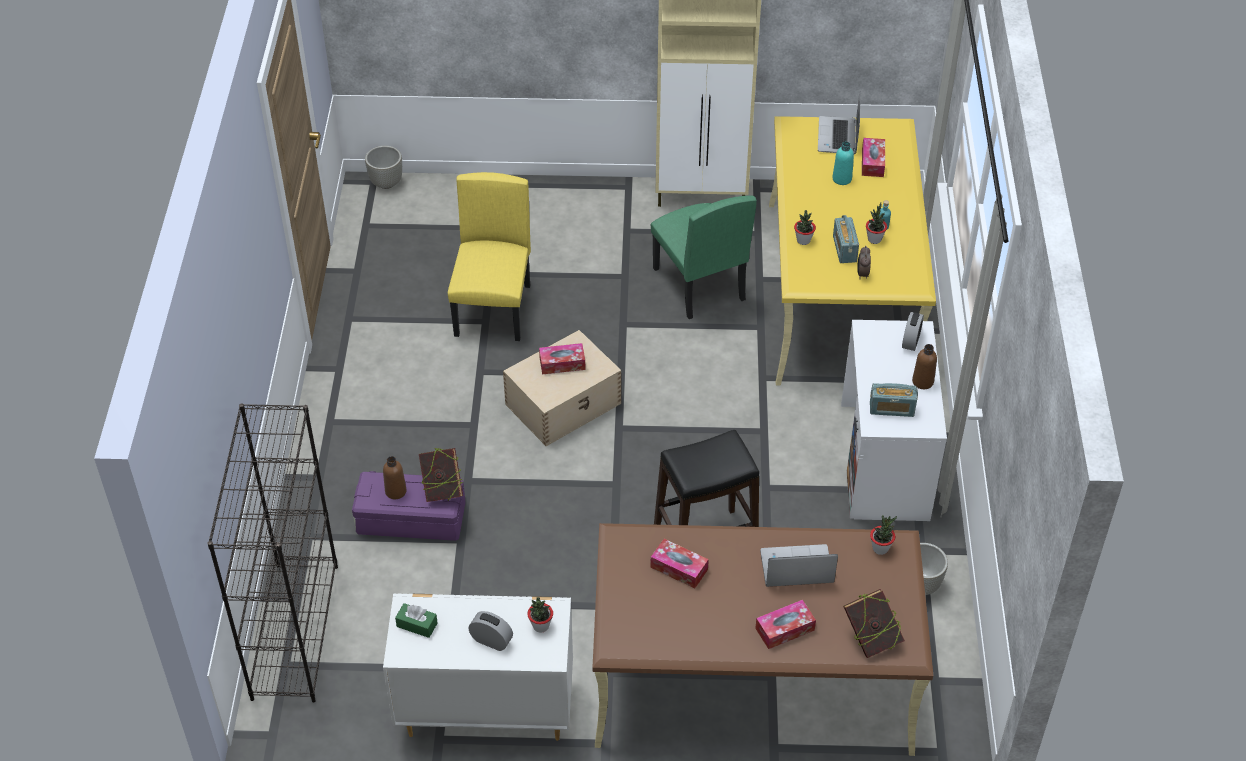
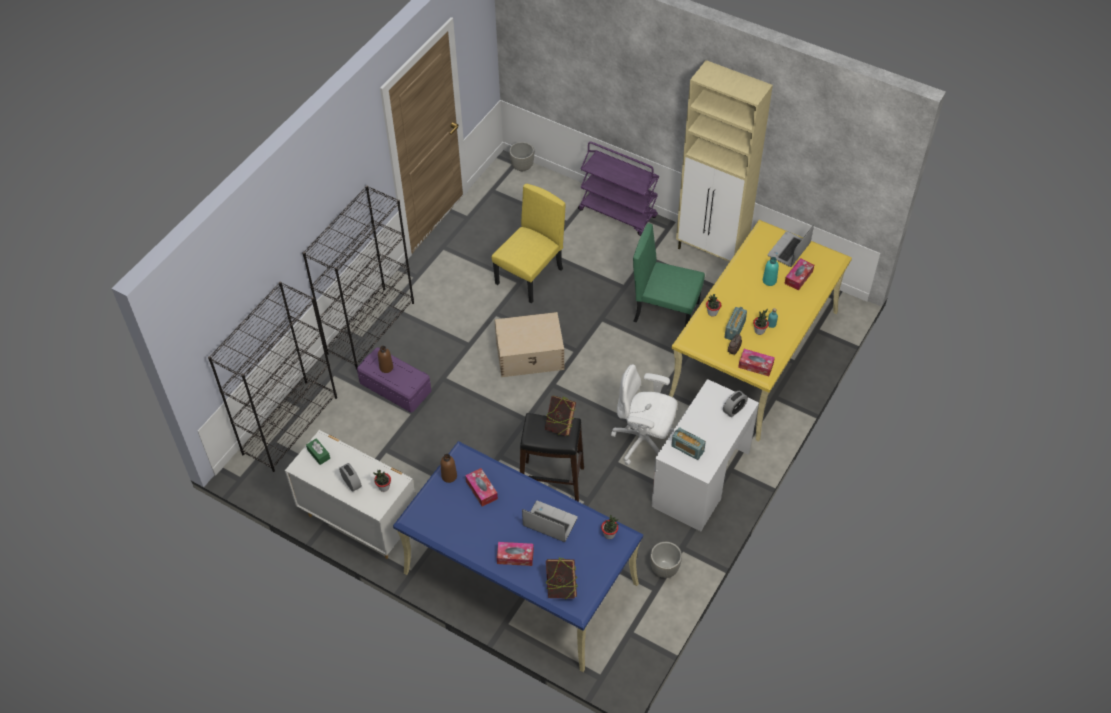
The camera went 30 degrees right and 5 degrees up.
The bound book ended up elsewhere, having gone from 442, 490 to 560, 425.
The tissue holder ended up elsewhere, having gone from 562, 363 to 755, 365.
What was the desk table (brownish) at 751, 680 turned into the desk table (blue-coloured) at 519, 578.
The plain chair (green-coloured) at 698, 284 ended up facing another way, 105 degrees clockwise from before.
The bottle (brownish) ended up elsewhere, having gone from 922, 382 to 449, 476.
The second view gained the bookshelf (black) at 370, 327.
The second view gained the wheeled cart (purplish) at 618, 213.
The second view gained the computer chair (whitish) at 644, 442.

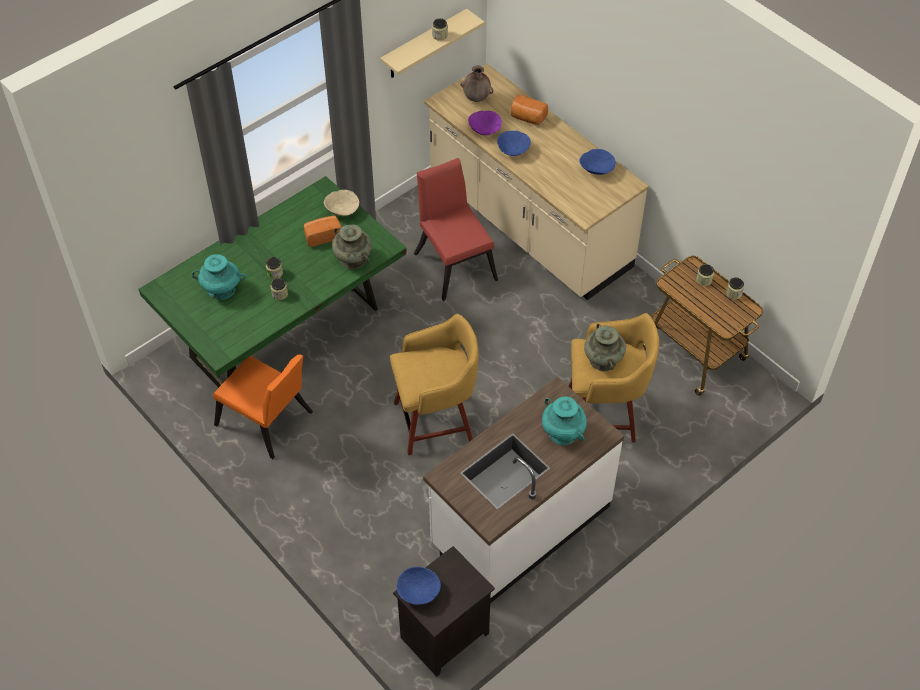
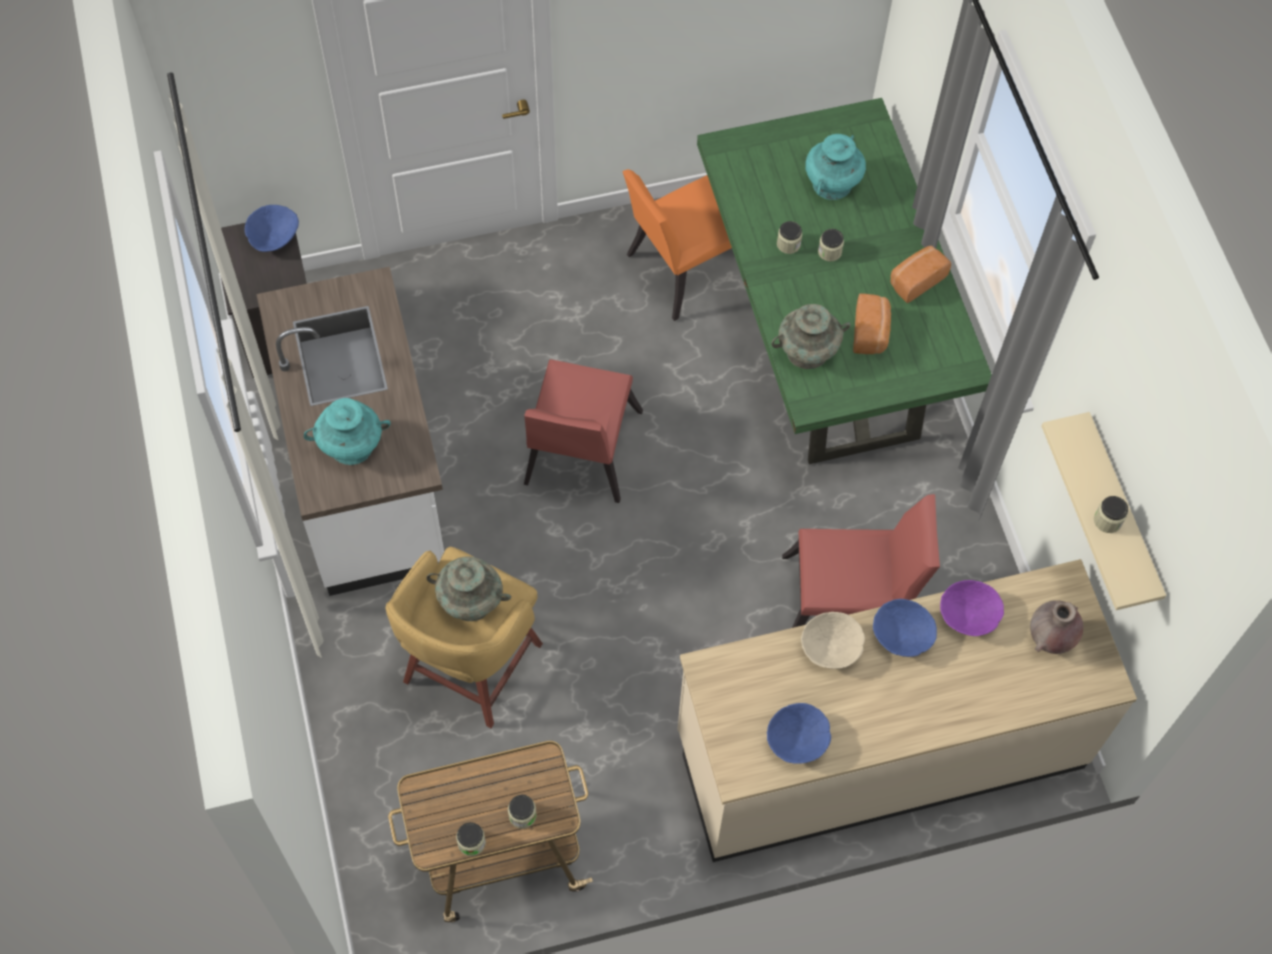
The camera went 115 degrees right and 10 degrees up.
The serving bowl (sand-coloured) ended up elsewhere, having gone from 342, 210 to 831, 647.
Where the stool (yellowish) stood at 436, 421, the plain chair (red) came to stand at 579, 454.
The bread ended up elsewhere, having gone from 527, 118 to 916, 280.

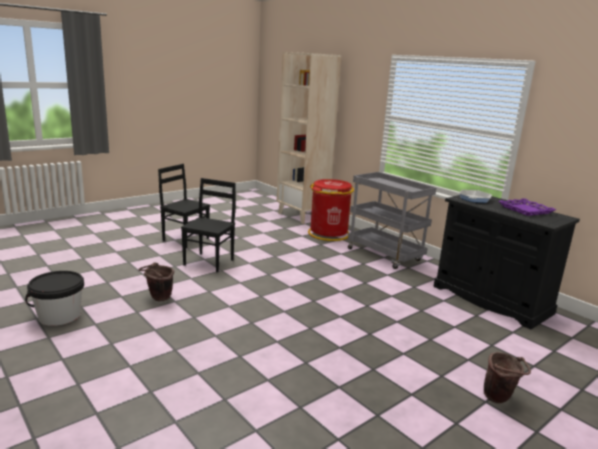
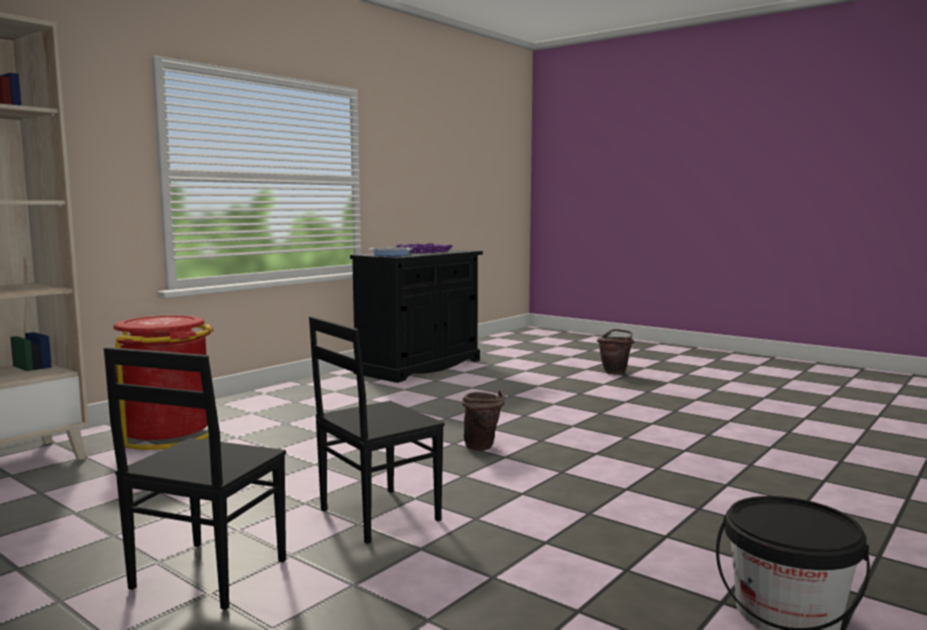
The camera went 100 degrees left and 10 degrees down.
The pail (brownish) ended up elsewhere, having gone from 158, 299 to 483, 448.
The plain chair (black) at 209, 262 ended up facing another way, 45 degrees counterclockwise from before.
The second view lost the wheeled cart (greyish) at 385, 255.

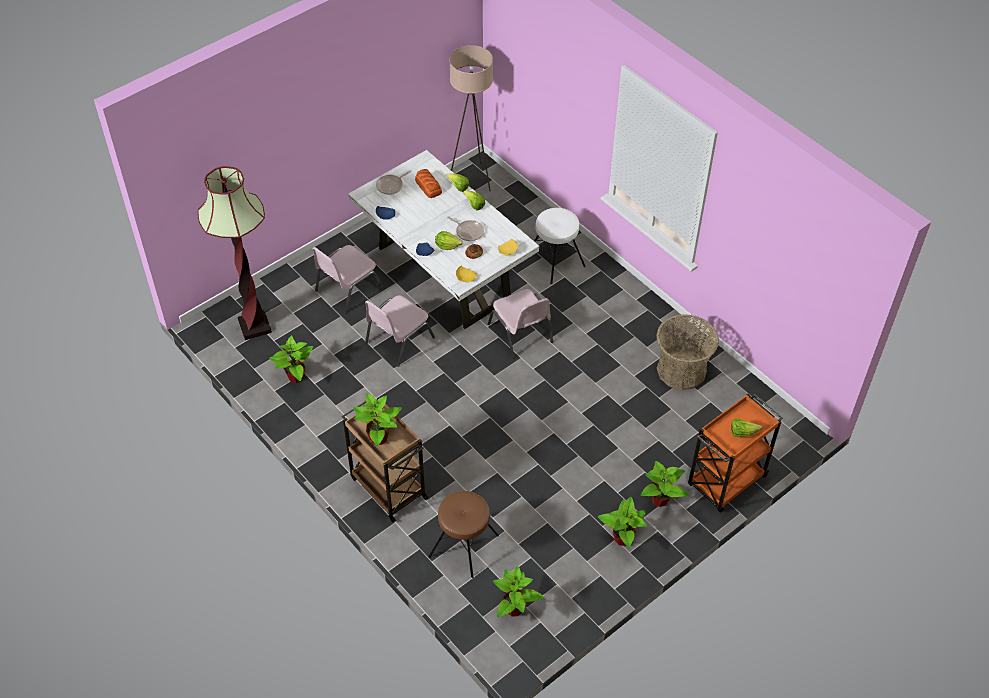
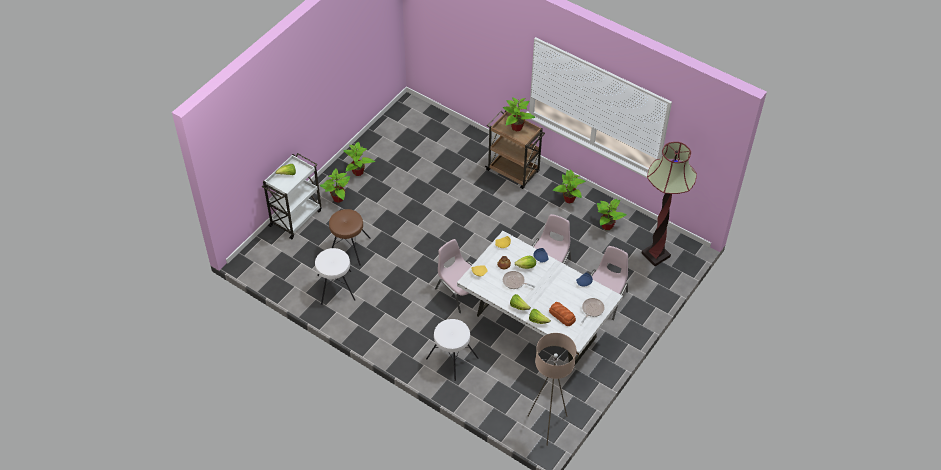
The camera went 165 degrees right and 0 degrees up.
The stool (brownish) ended up elsewhere, having gone from 464, 546 to 348, 248.
The potted plant ended up elsewhere, having gone from 514, 609 to 569, 199.
Where the household basket stood at 681, 370, the stool (whitish) came to stand at 335, 287.
What was the wheeled cart (orange-coloured) at 725, 482 turned into the wheeled cart (whitish) at 296, 217.

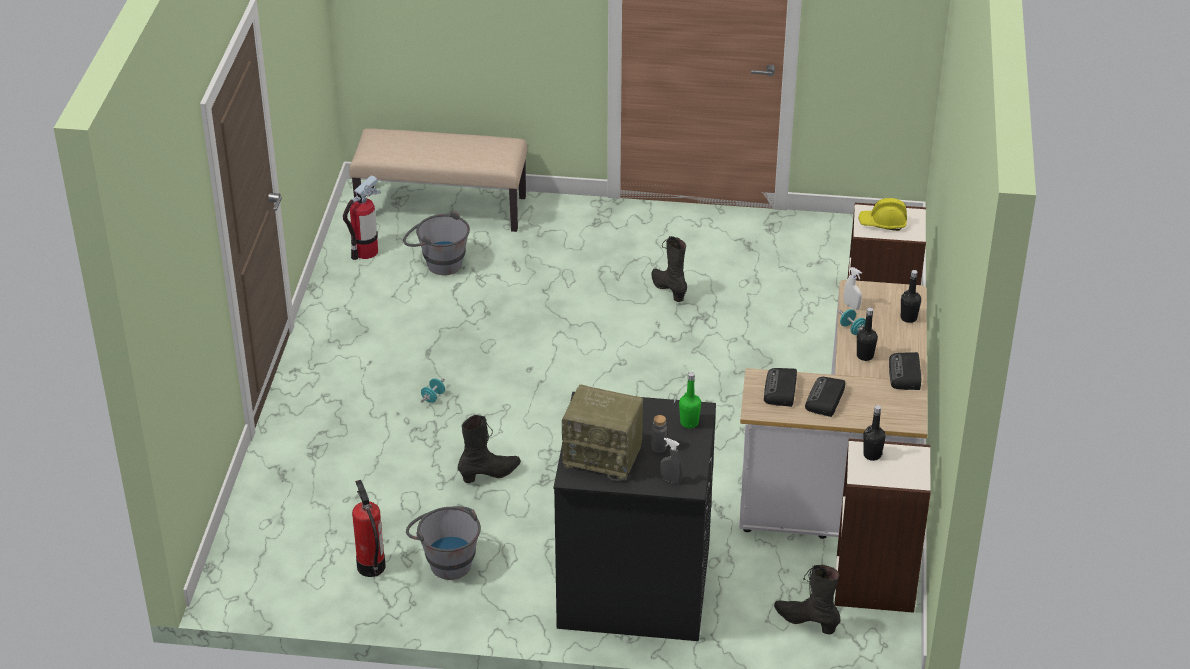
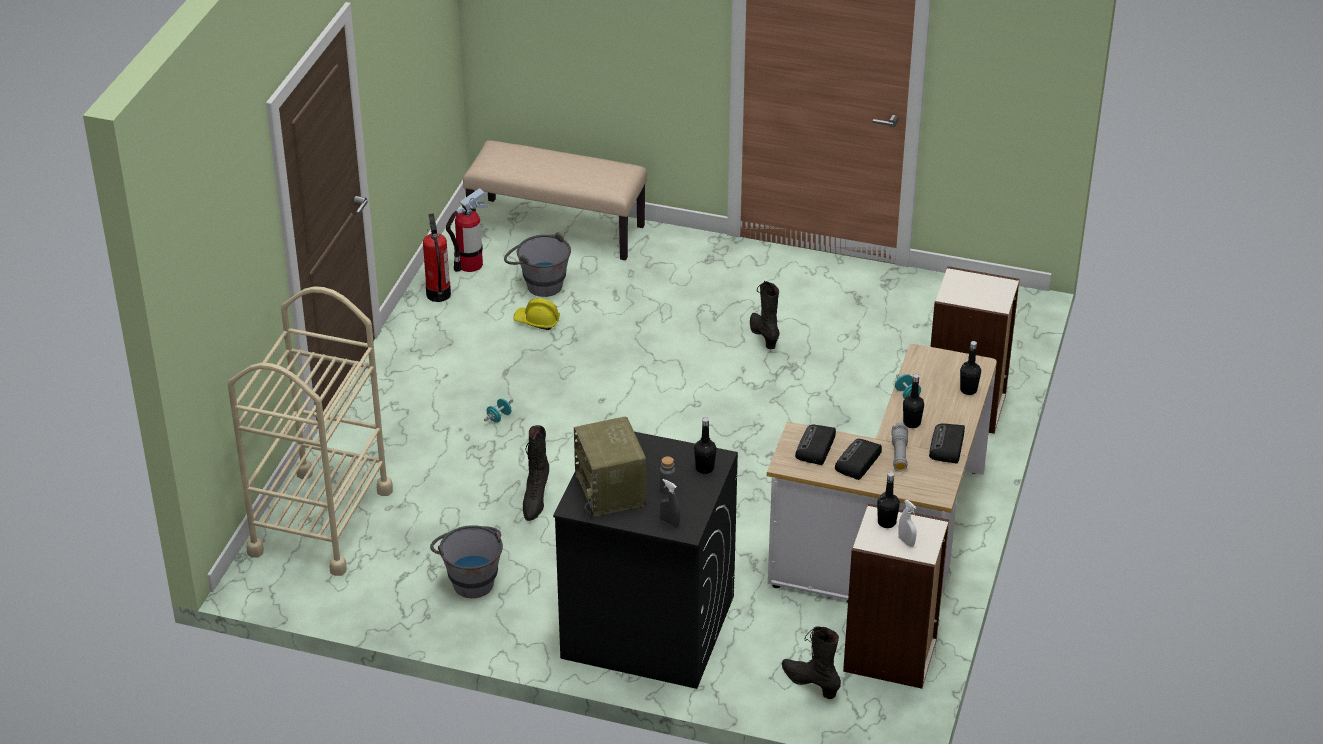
The camera went 10 degrees right and 0 degrees up.
The extinguisher ended up elsewhere, having gone from 371, 567 to 438, 294.
The high-top boot (black) at 490, 474 ended up facing another way, 120 degrees clockwise from before.
The radio set at 604, 456 ended up facing another way, 45 degrees clockwise from before.
What was the bottle (green-coloured) at 689, 422 turned into the bottle (black) at 704, 468.
The spray bottle (whitish) ended up elsewhere, having gone from 851, 306 to 906, 541.
The work helmet (yellowish) ended up elsewhere, having gone from 883, 223 to 537, 321.
The second view gained the wheeled cart (sand-coloured) at 320, 521.
The second view gained the flashlight (greyish) at 899, 453.

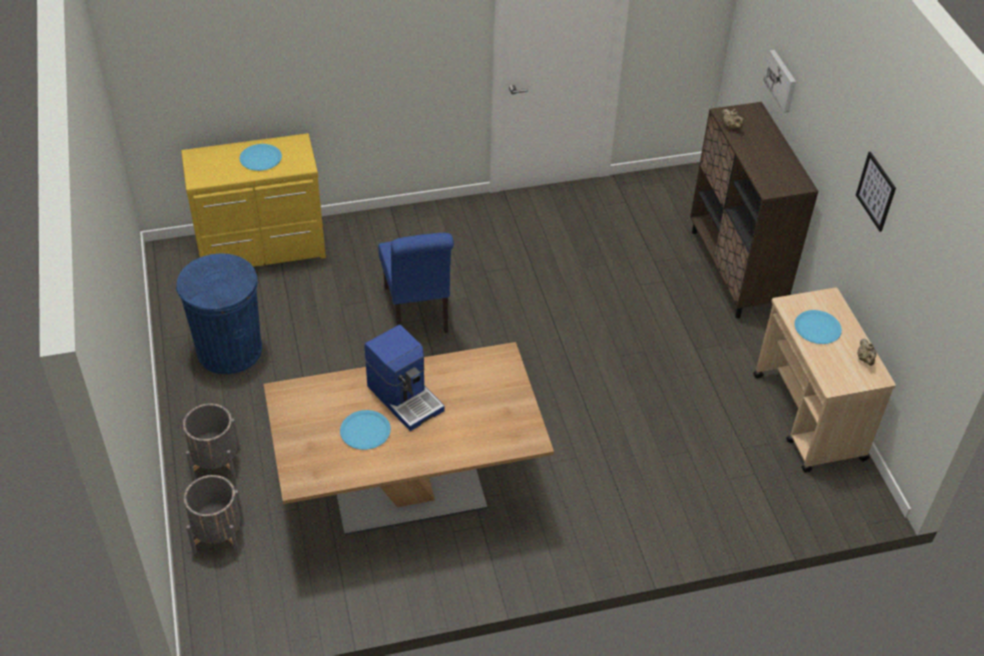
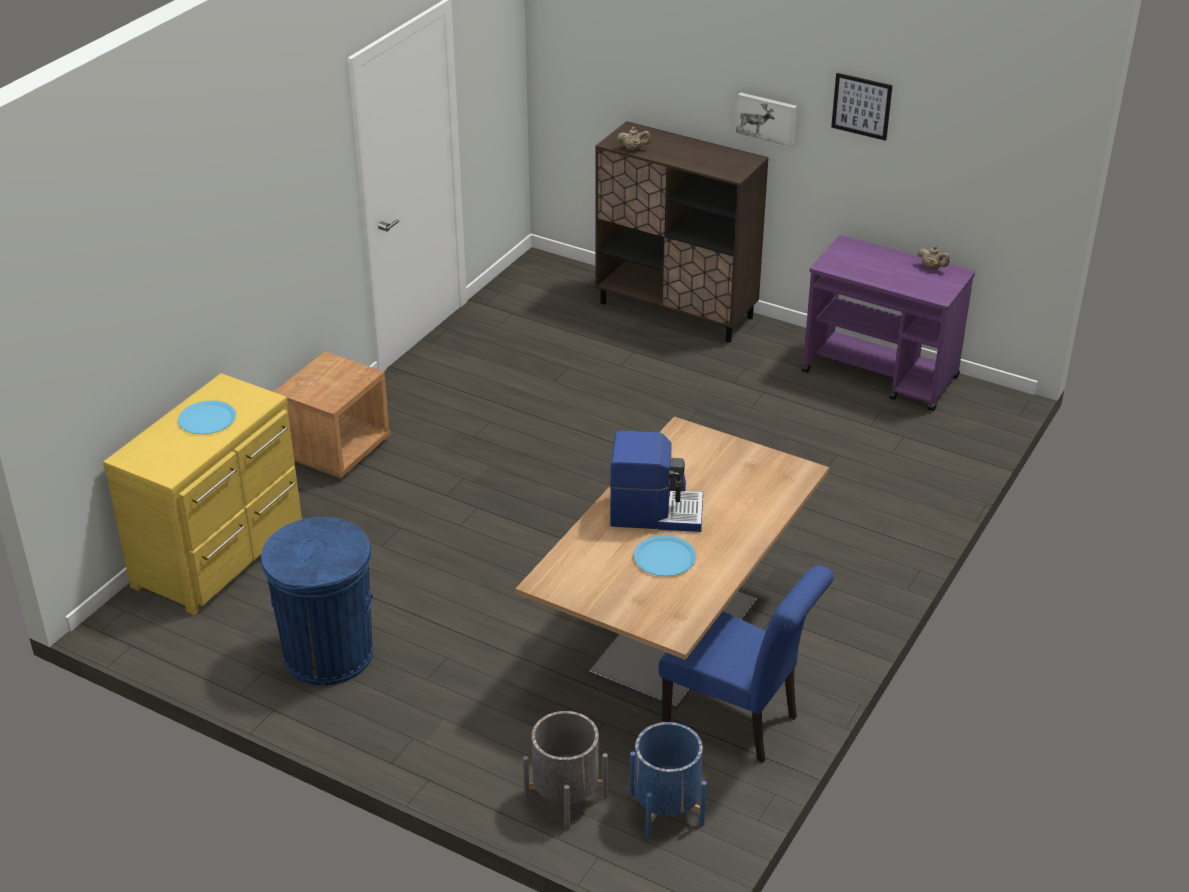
The camera went 45 degrees left and 10 degrees down.
The second view lost the flower pot (greyish) at 216, 462.
The plain chair (blue-coloured) ended up elsewhere, having gone from 418, 313 to 738, 721.
What was the wheeled cart (sand-coloured) at 809, 417 turned into the wheeled cart (purplish) at 881, 375.
The wall picture ended up elsewhere, having gone from 781, 80 to 767, 118.
The second view lost the dinner plate (blue-coloured) at 817, 328.
The second view gained the bedside table (brownish) at 336, 449.
The second view gained the flower pot (blue-coloured) at 666, 809.

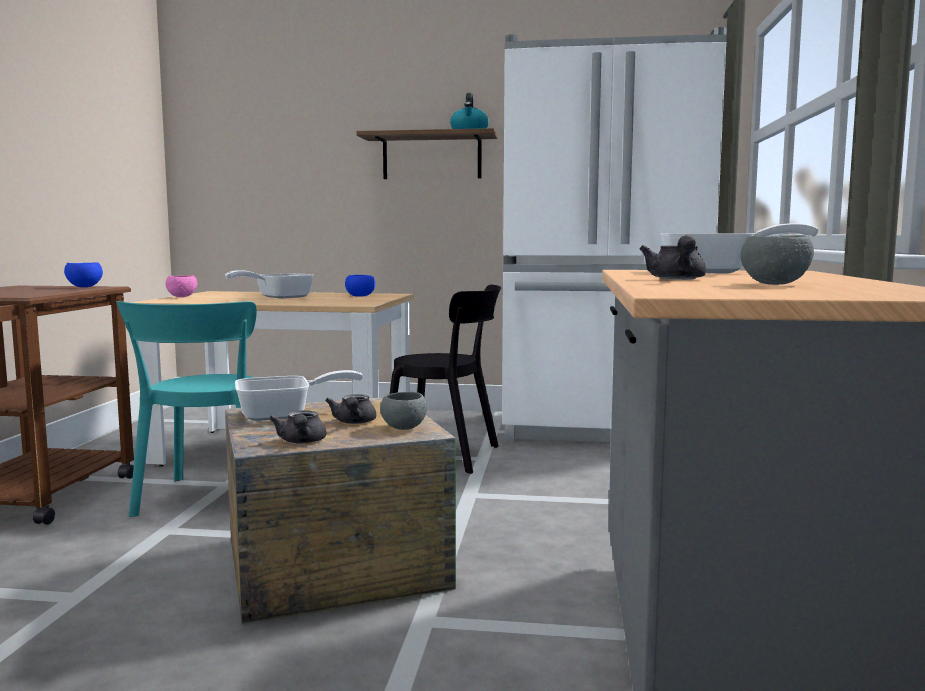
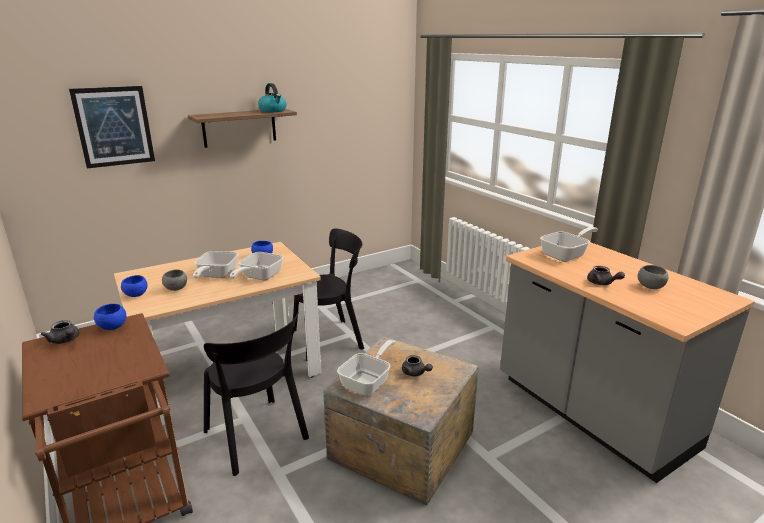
The camera went 40 degrees left and 15 degrees up.
What was the plain chair (turquoise) at 207, 500 turned into the plain chair (black) at 258, 438.
What was the serving bowl (pink) at 182, 297 turned into the serving bowl (blue-coloured) at 136, 295.
The tea pot (greyish) ended up elsewhere, having gone from 301, 442 to 65, 340.
The serving bowl (greyish) ended up elsewhere, having gone from 403, 428 to 176, 288.
The second view lost the kitchen fridge (whitish) at 601, 430.
The second view gained the wall picture at 114, 126.
The second view gained the frying pan at 258, 277.

